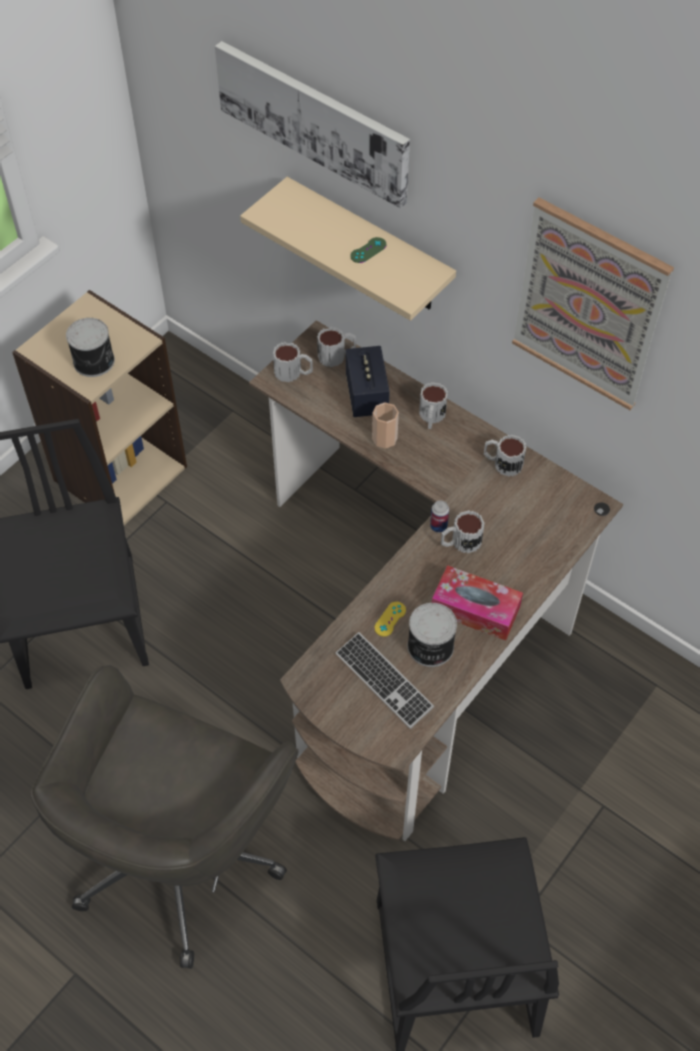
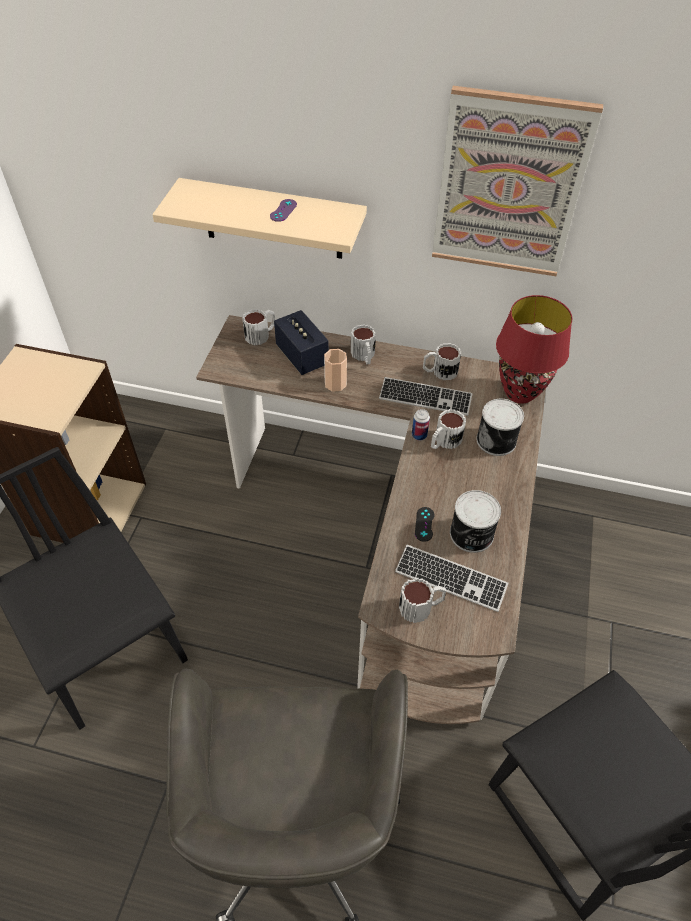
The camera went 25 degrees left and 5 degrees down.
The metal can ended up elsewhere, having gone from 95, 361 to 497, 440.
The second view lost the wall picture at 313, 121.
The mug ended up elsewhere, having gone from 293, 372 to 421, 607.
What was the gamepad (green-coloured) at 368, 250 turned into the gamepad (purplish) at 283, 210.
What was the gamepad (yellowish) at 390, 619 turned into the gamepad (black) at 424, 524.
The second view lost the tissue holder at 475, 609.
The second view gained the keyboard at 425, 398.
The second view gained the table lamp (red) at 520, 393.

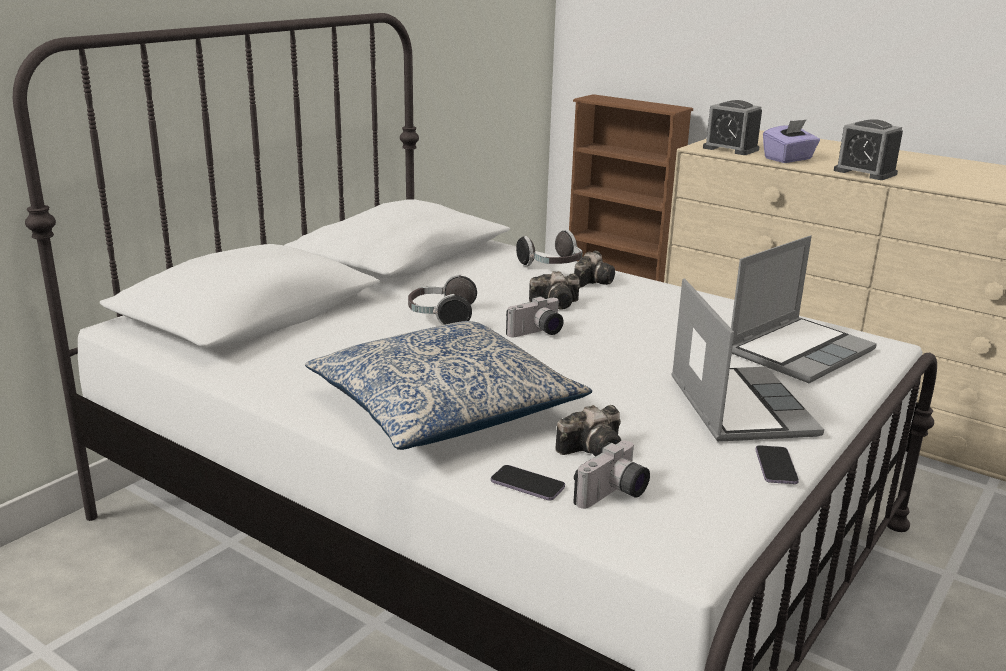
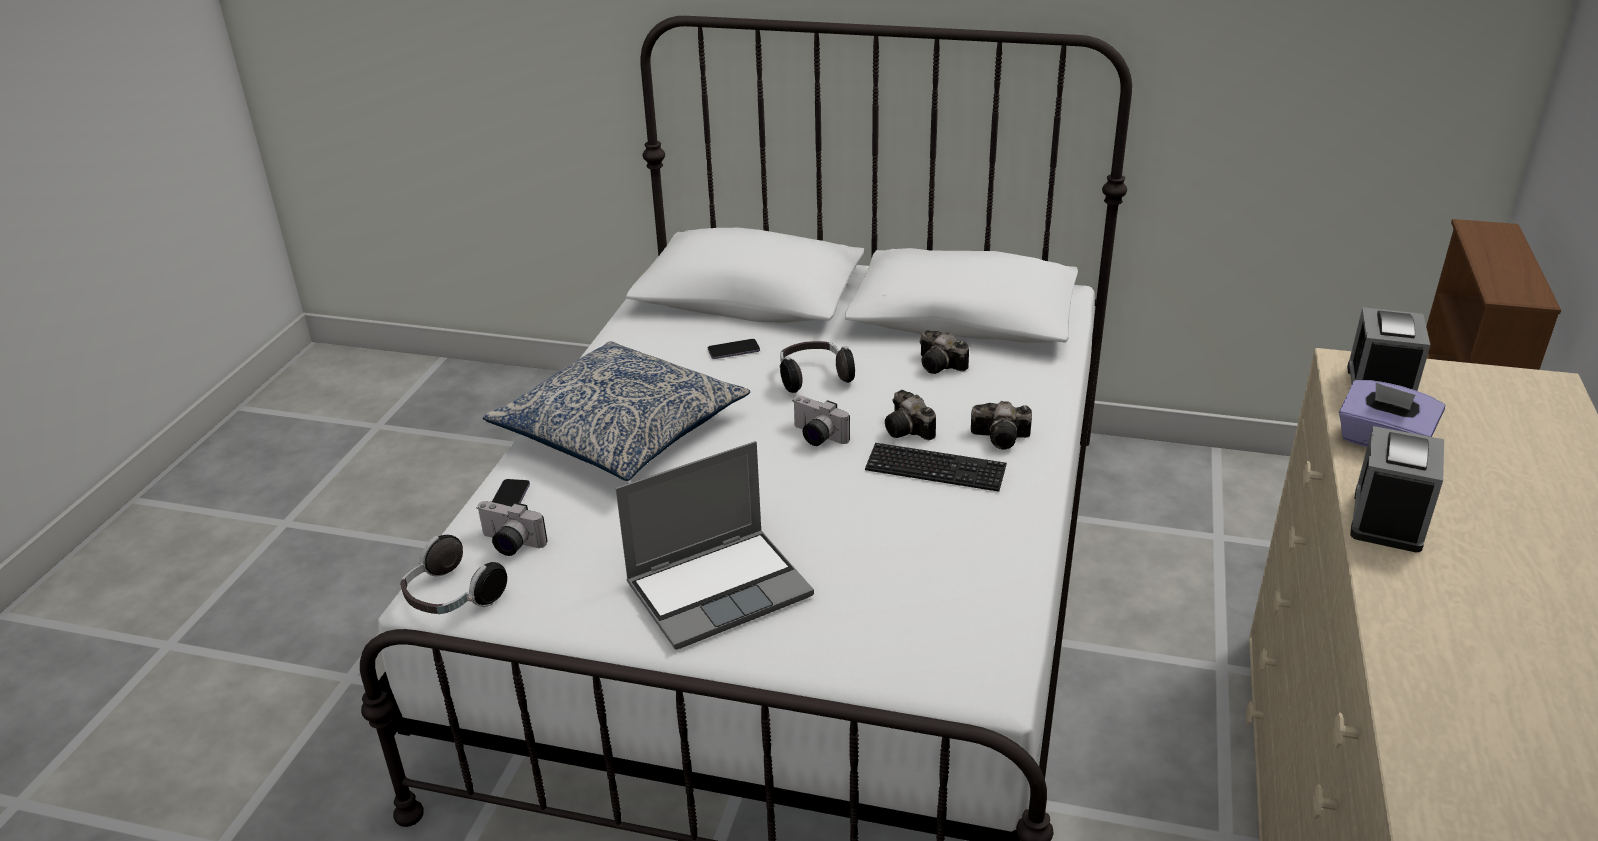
The camera went 70 degrees right and 10 degrees up.
The headphones ended up elsewhere, having gone from 552, 266 to 452, 598.
The photo camera ended up elsewhere, having gone from 595, 449 to 942, 366.
The second view lost the laptop at 799, 351.
The telephone ended up elsewhere, having gone from 775, 467 to 733, 350.
The second view gained the keyboard at 935, 470.

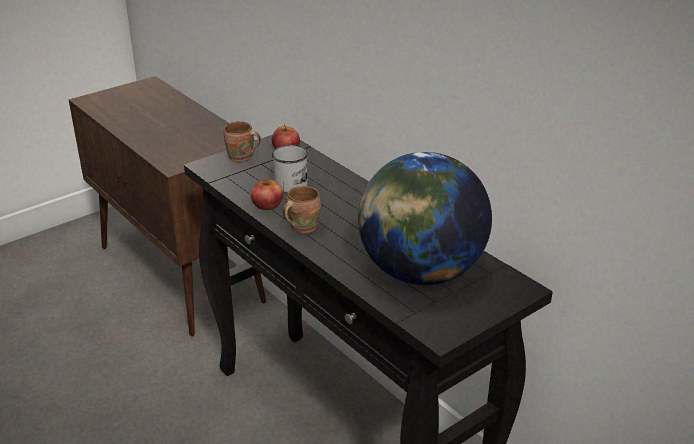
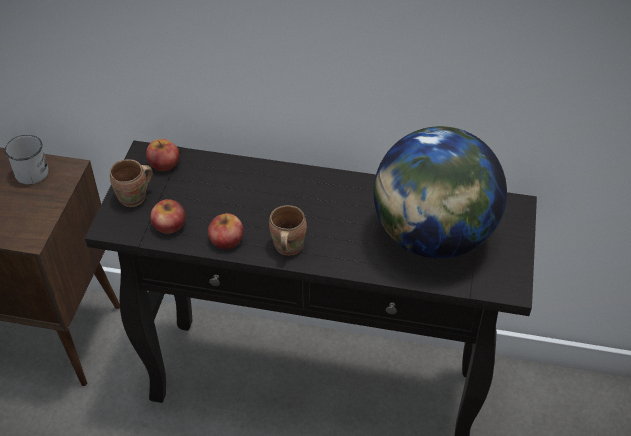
The camera went 40 degrees left and 15 degrees up.
The mug (whitish) ended up elsewhere, having gone from 294, 182 to 32, 169.
The second view gained the apple at 169, 225.

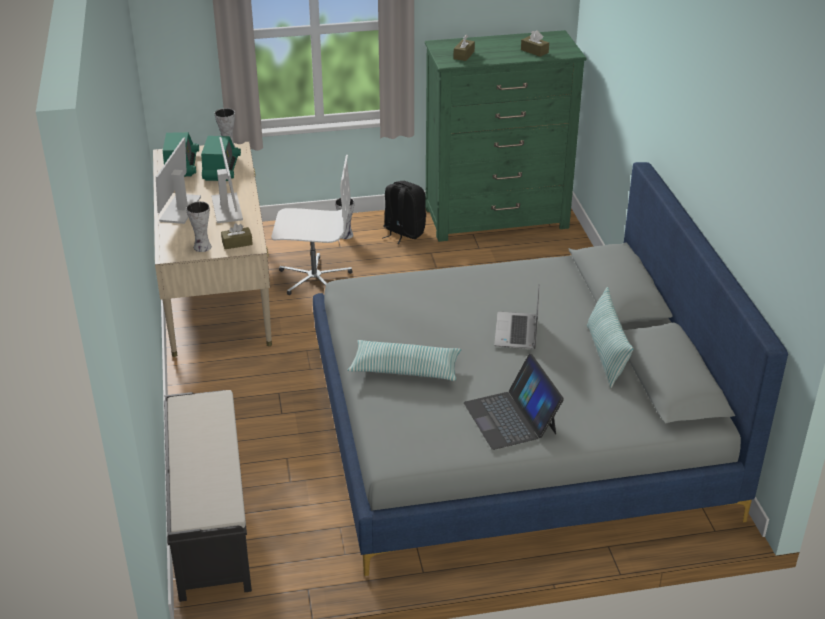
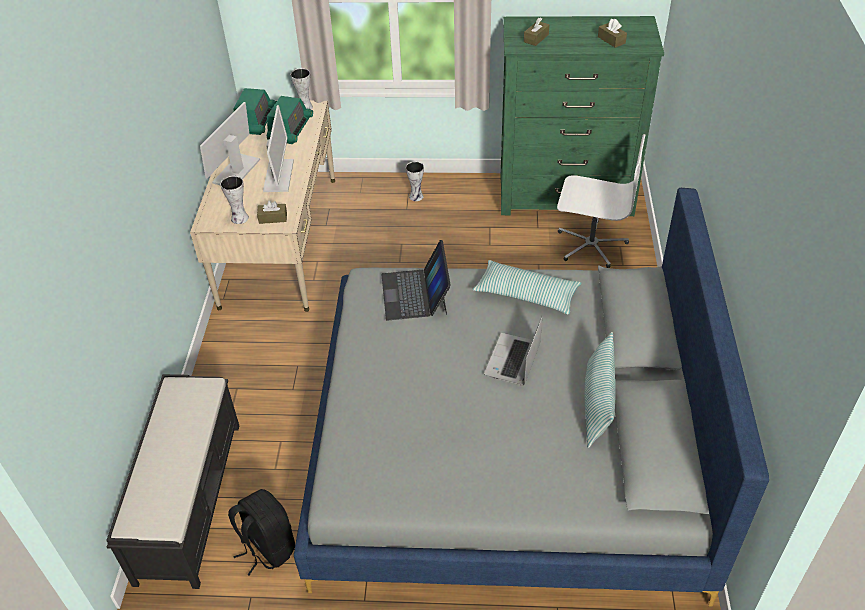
The camera went 15 degrees right and 10 degrees up.
The computer chair (whitish) ended up elsewhere, having gone from 314, 278 to 591, 244.
The throw pillow ended up elsewhere, having gone from 405, 369 to 526, 294.
The rucksack (black) ended up elsewhere, having gone from 403, 232 to 267, 547.
The laptop ended up elsewhere, having gone from 511, 418 to 415, 294.

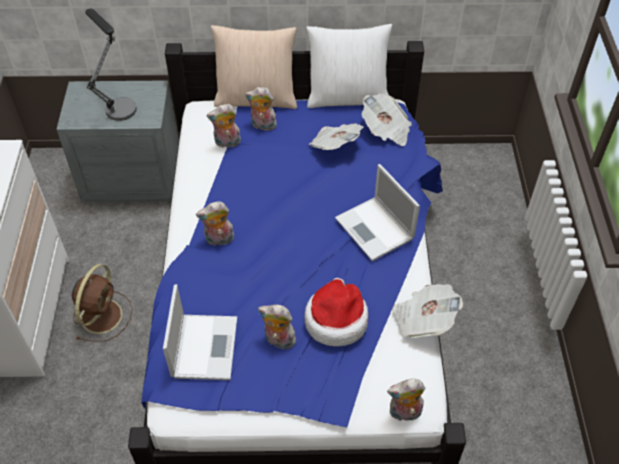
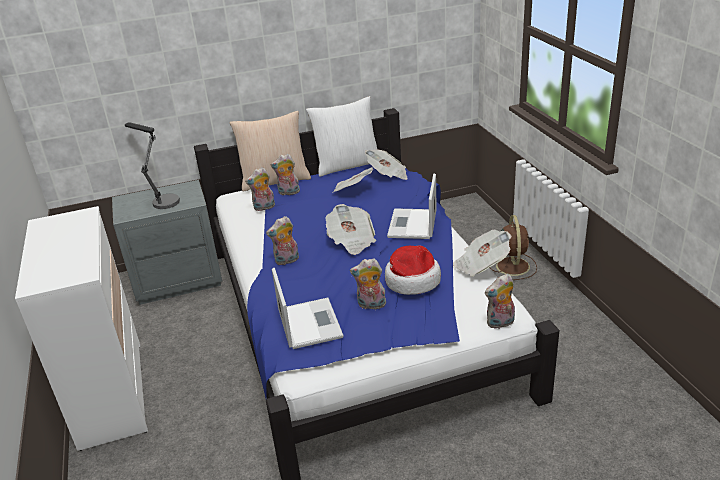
The camera went 15 degrees left and 20 degrees down.
The electric fan (brownish) ended up elsewhere, having gone from 102, 314 to 512, 265.
The laptop at 375, 229 ended up facing another way, 60 degrees clockwise from before.
The second view gained the newspaper at 351, 241.

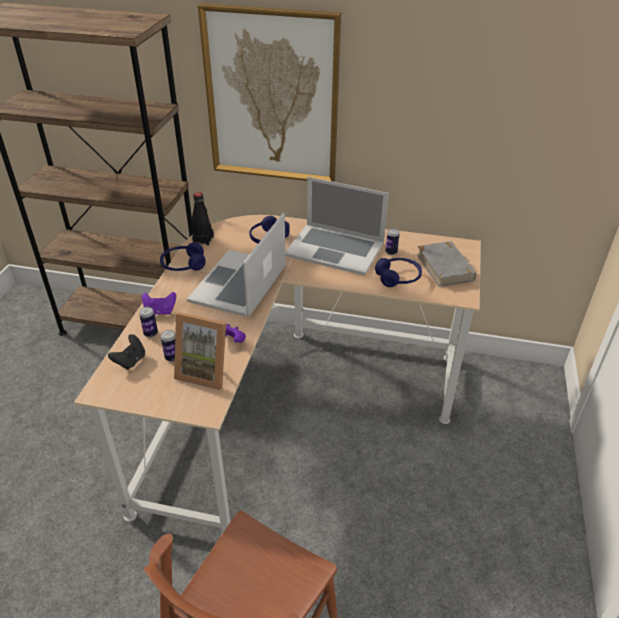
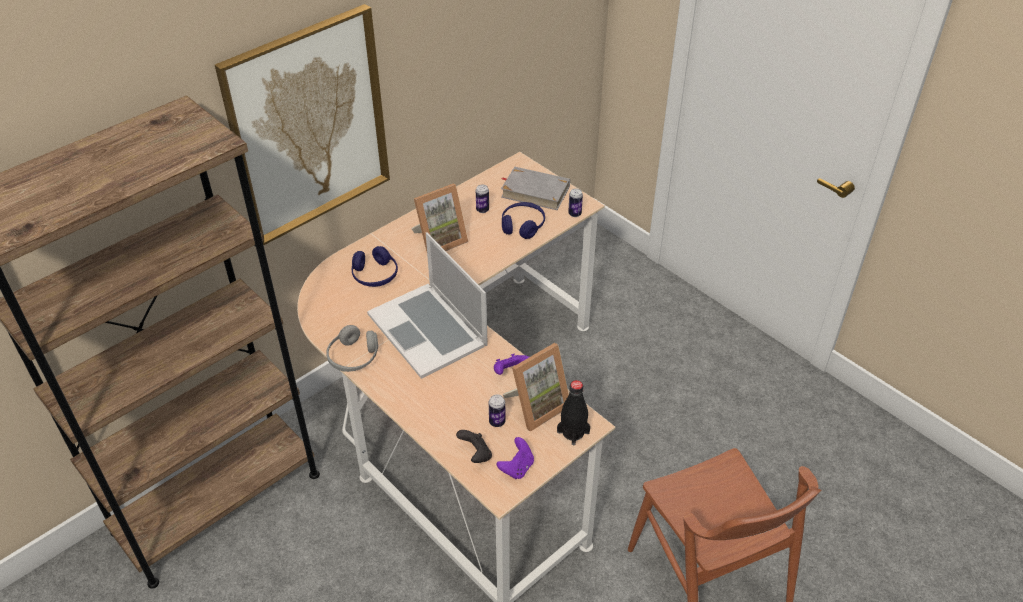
The camera went 55 degrees left and 5 degrees up.
The metal can ended up elsewhere, having gone from 150, 333 to 574, 214.
The gamepad (purplish) ended up elsewhere, having gone from 160, 311 to 517, 468.
What was the headphones (blue-coloured) at 183, 265 turned into the headphones (greyish) at 353, 357.
The bottle (black) ended up elsewhere, having gone from 203, 240 to 573, 432.
Where the laptop stood at 335, 249, the photo frame came to stand at 439, 240.

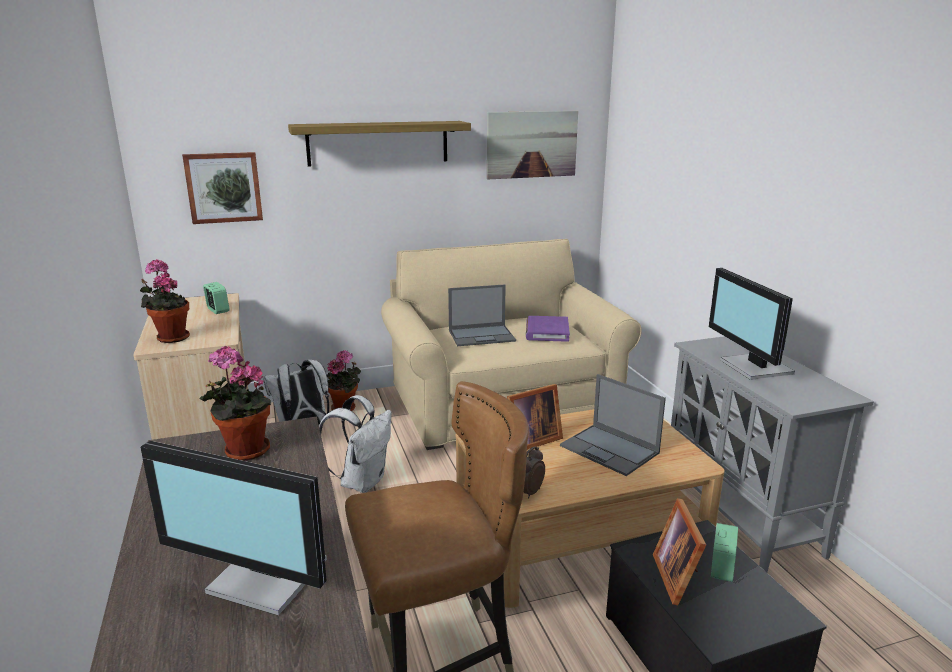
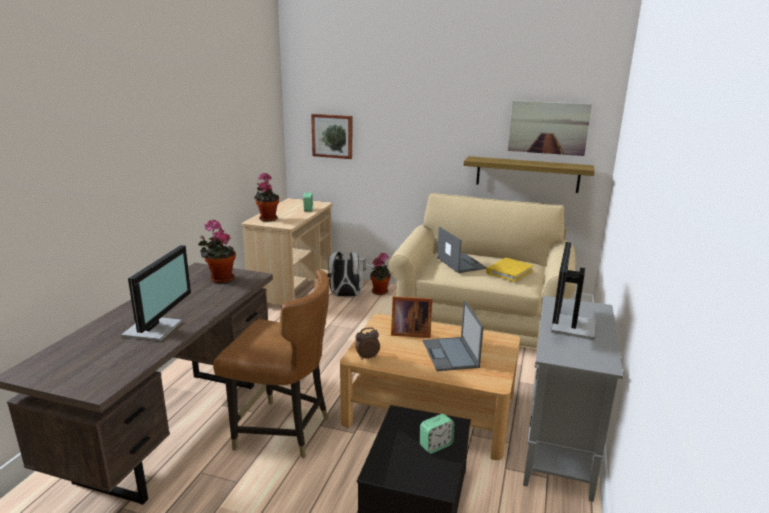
The camera went 35 degrees right and 0 degrees up.
The monitor at 266, 579 ended up facing another way, 135 degrees counterclockwise from before.
The wall shelf ended up elsewhere, having gone from 378, 143 to 527, 174.
The second view lost the rucksack (whitish) at 362, 481.
The laptop at 482, 336 ended up facing another way, 135 degrees counterclockwise from before.
What was the bound book (purplish) at 547, 331 turned into the bound book (yellowish) at 509, 272.
The second view lost the photo frame at 679, 577.

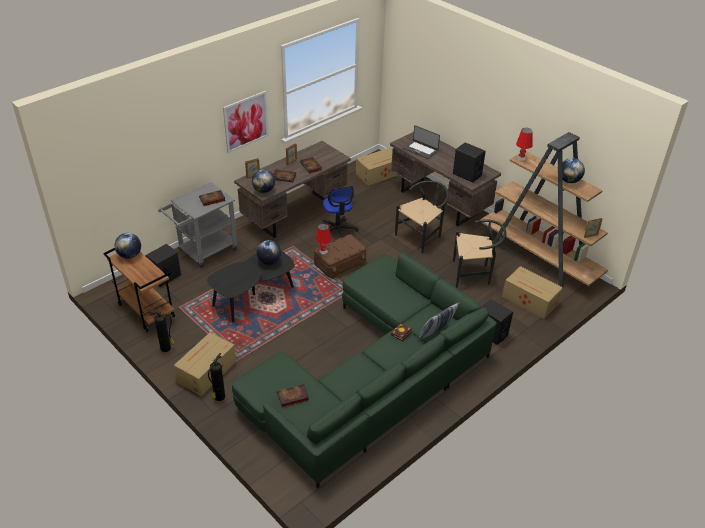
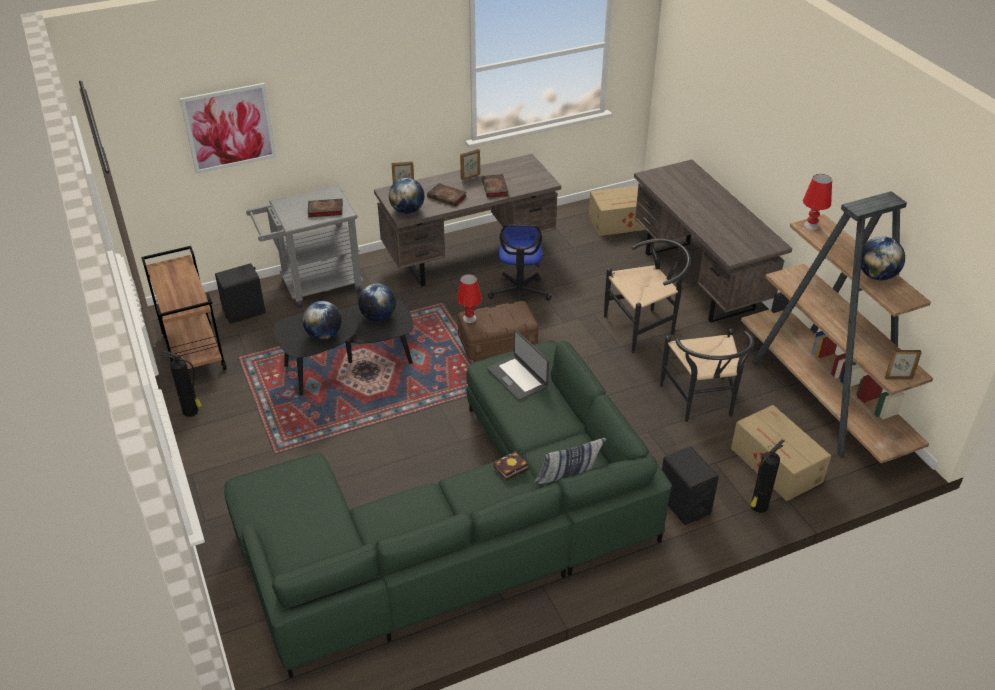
The camera went 20 degrees right and 0 degrees up.
The world globe ended up elsewhere, having gone from 130, 255 to 324, 335.
The second view lost the carton at 206, 372.
The extinguisher ended up elsewhere, having gone from 219, 397 to 758, 507.
The wall picture ended up elsewhere, having gone from 246, 121 to 229, 128.
The second view lost the bound book at 292, 397.
The laptop ended up elsewhere, having gone from 421, 149 to 517, 377.
The second view lost the loudspeaker (black) at 467, 174.
The plain chair (black) at 474, 274 ended up facing another way, 60 degrees clockwise from before.

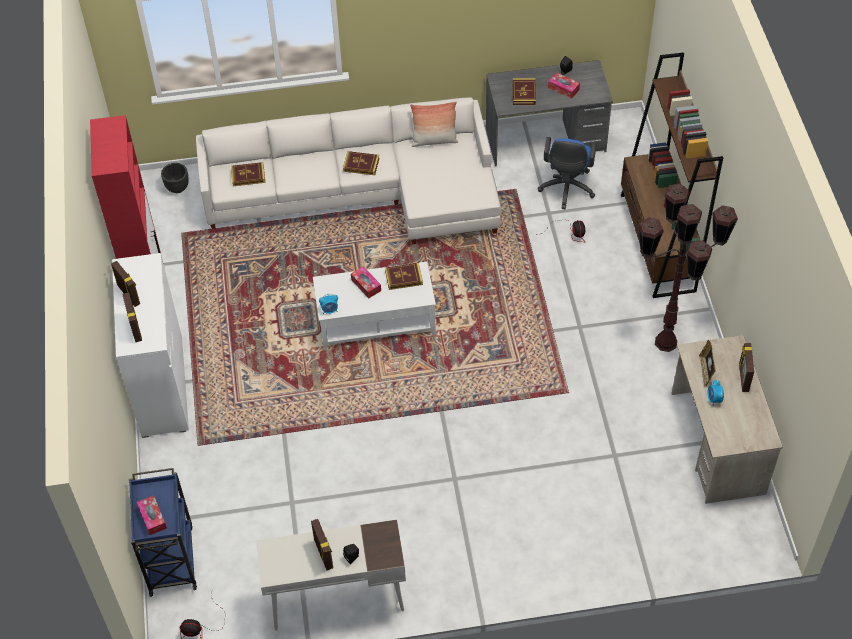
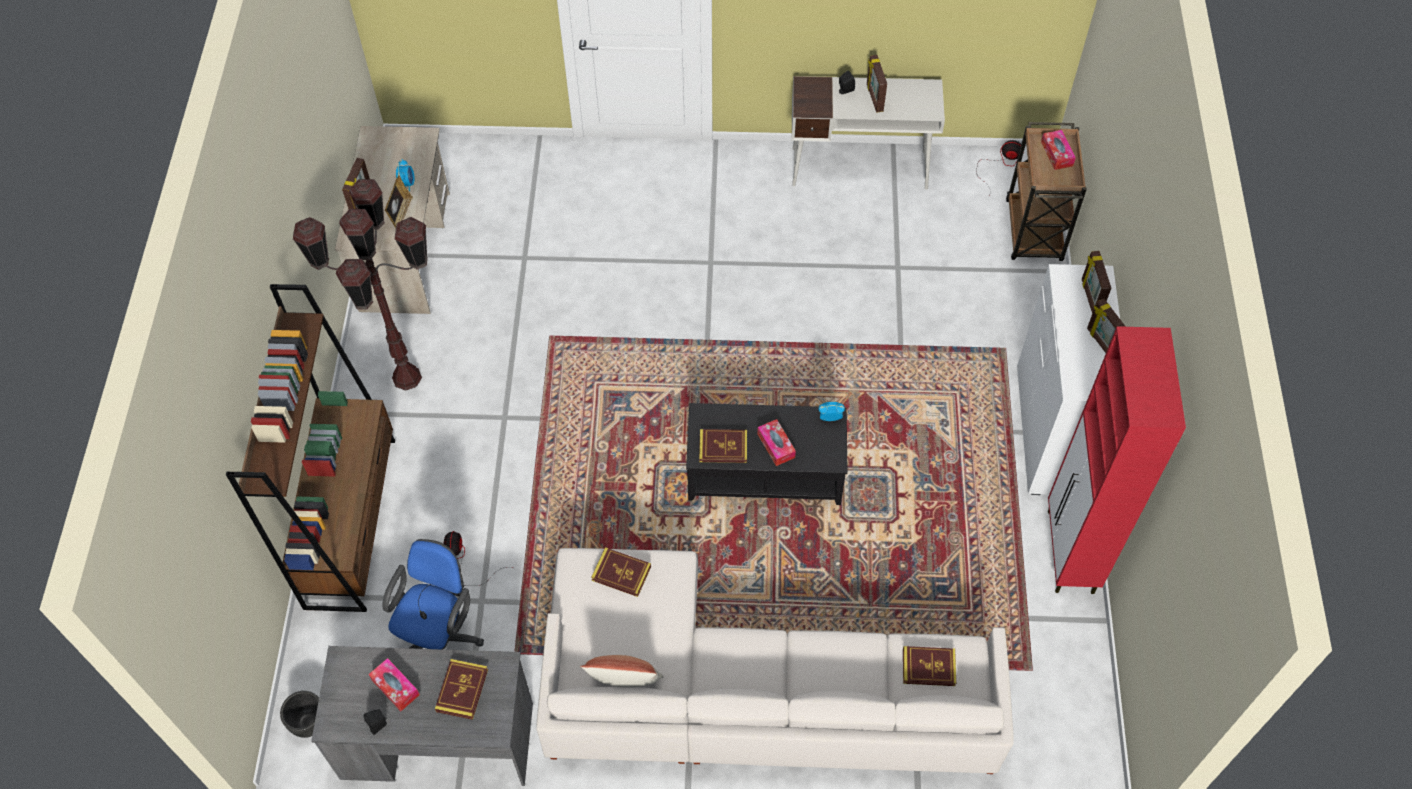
The camera went 170 degrees left and 5 degrees up.
What was the wheeled cart (blue-coloured) at 171, 558 turned into the wheeled cart (brownish) at 1034, 232.
The flower pot (black) ended up elsewhere, having gone from 177, 188 to 309, 724.
What was the lounge table (whitish) at 376, 321 turned into the lounge table (black) at 765, 473.
The bound book ended up elsewhere, having gone from 361, 165 to 621, 573.

